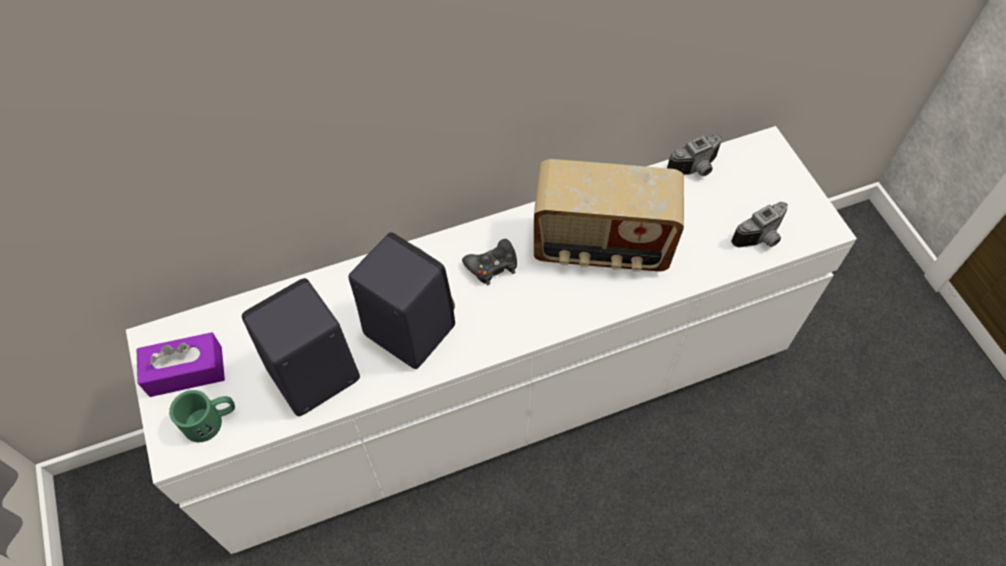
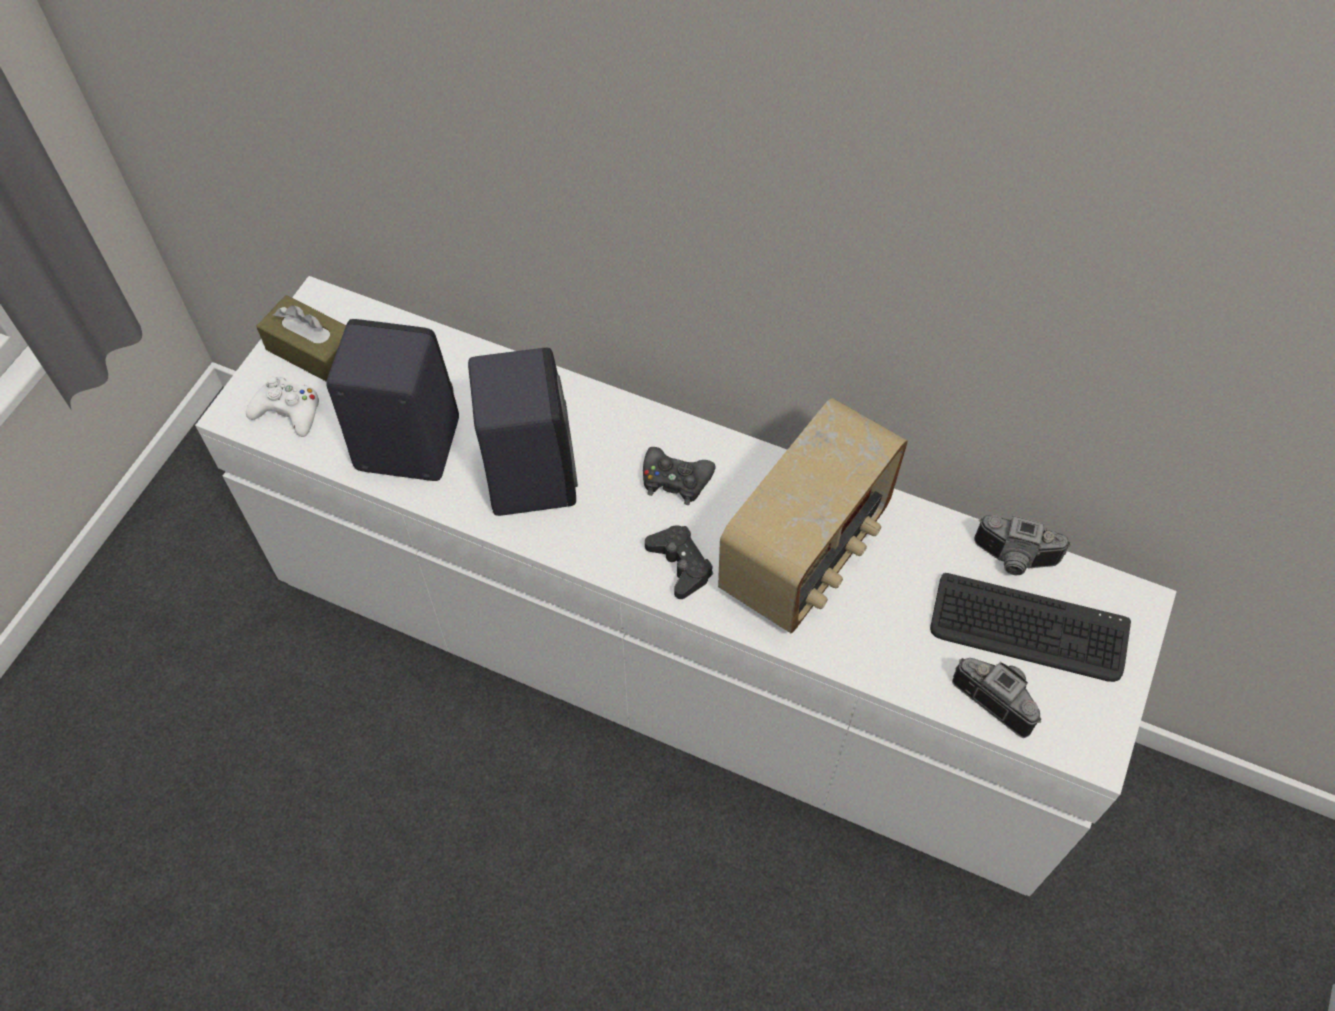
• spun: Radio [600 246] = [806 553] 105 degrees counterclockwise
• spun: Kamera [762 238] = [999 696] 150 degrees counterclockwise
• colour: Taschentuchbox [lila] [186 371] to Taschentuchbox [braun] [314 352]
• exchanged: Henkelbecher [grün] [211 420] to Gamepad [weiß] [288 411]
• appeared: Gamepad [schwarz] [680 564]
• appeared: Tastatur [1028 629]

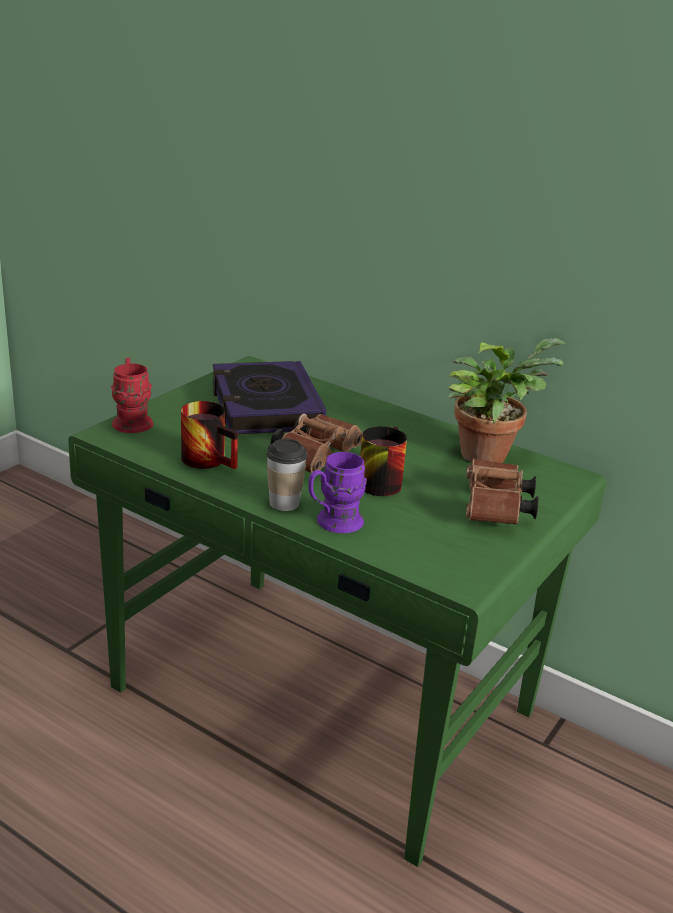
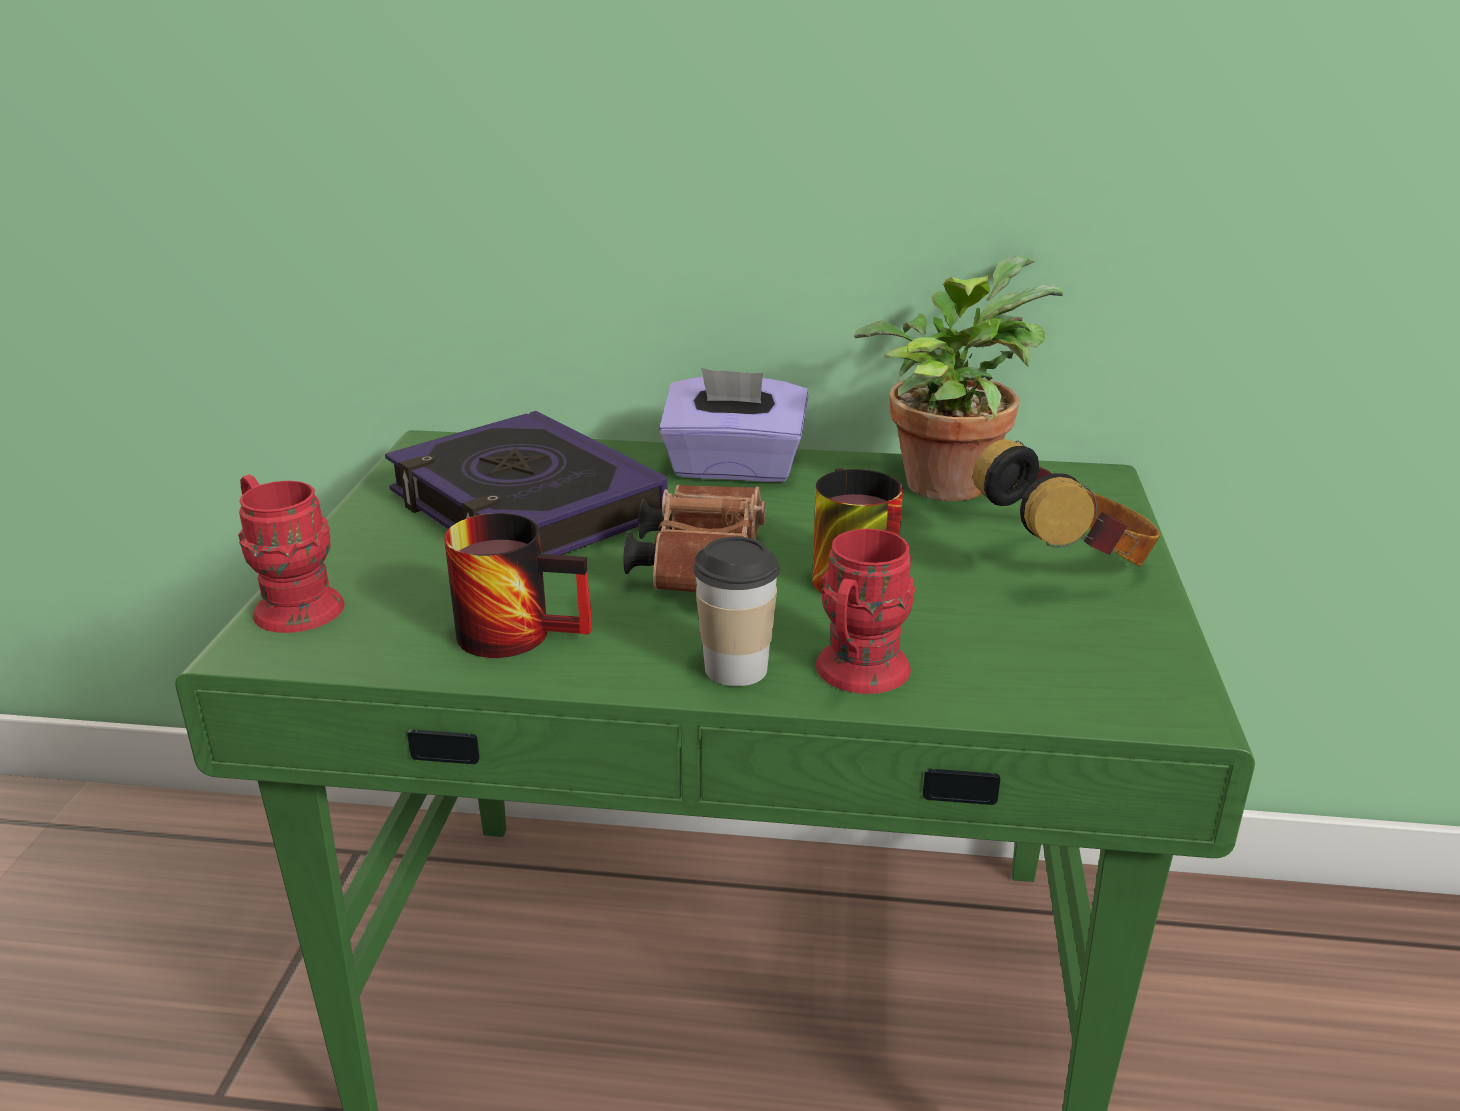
• colour: Henkelbecher [lila] [332 523] to Henkelbecher [rot] [857 676]
• exchanged: Fernglas [braun] [495 510] to Kopfhörer [1067 565]
• appeared: Taschentuchbox [lila] [734 468]

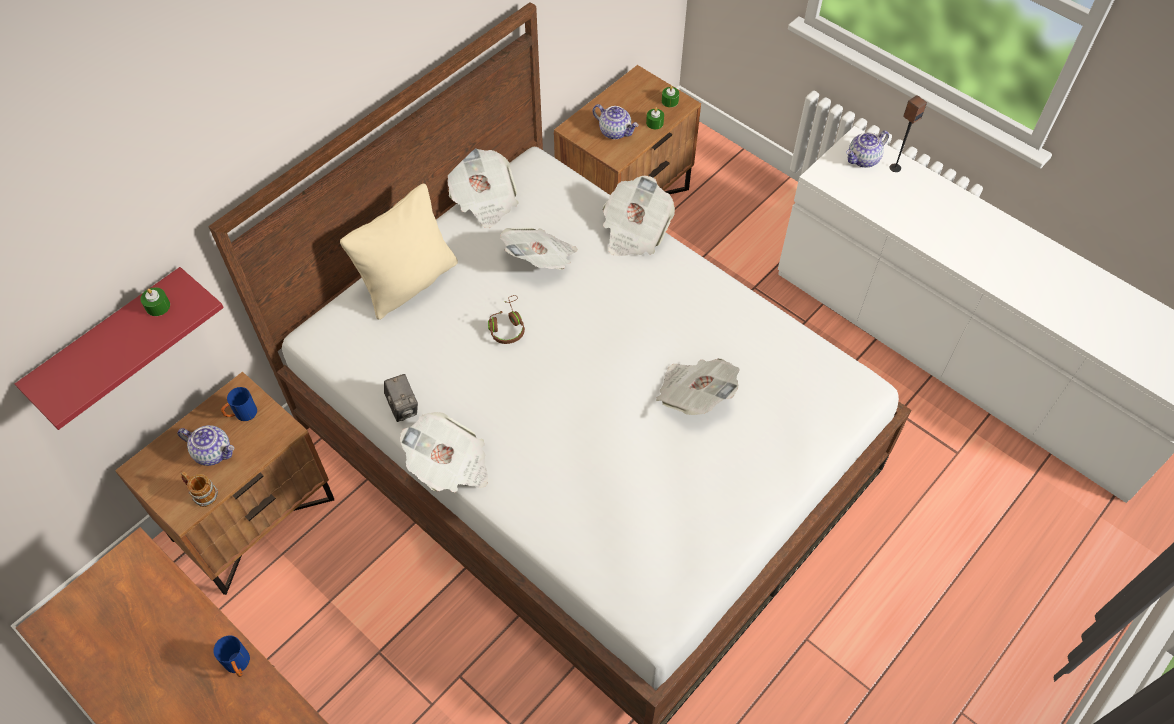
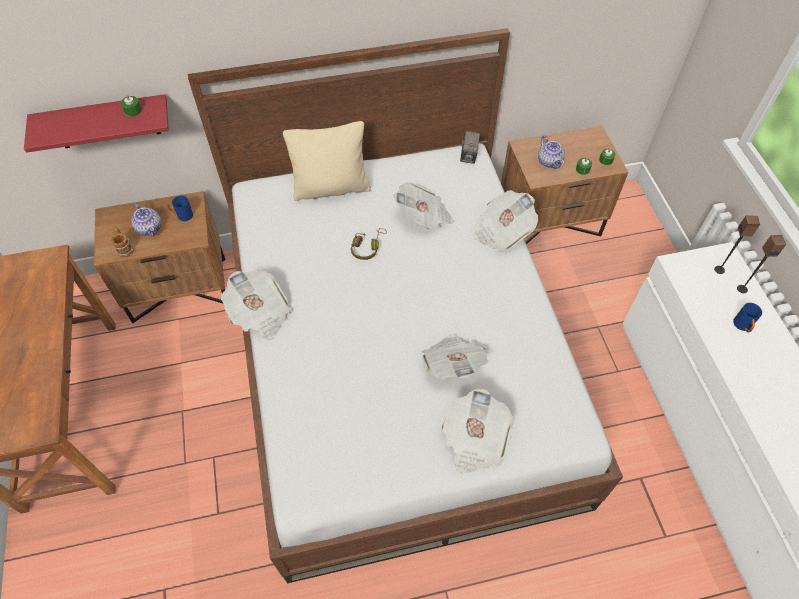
• exchanged: Teekanne [863 160] to Lautsprecher [719 270]
• relocated: Zeitung [484 200] to [474 440]
• relocated: Kamera [403 407] to [469 156]
• relocated: Henkelbecher [blau] [239 665] to [742 327]

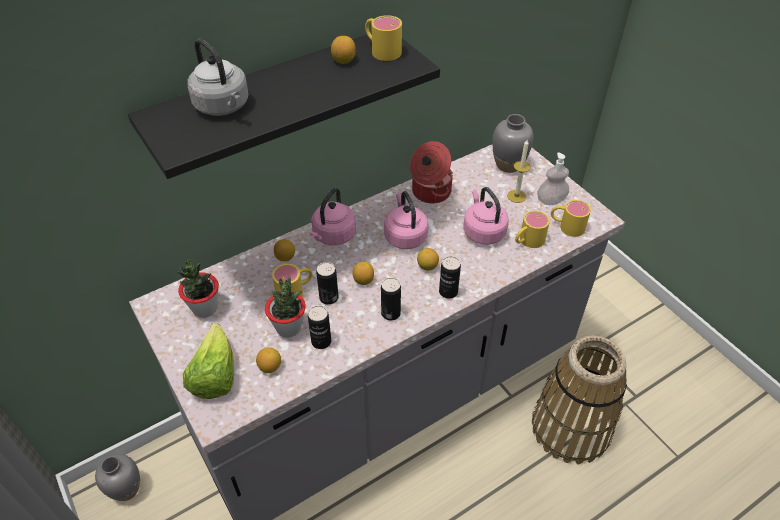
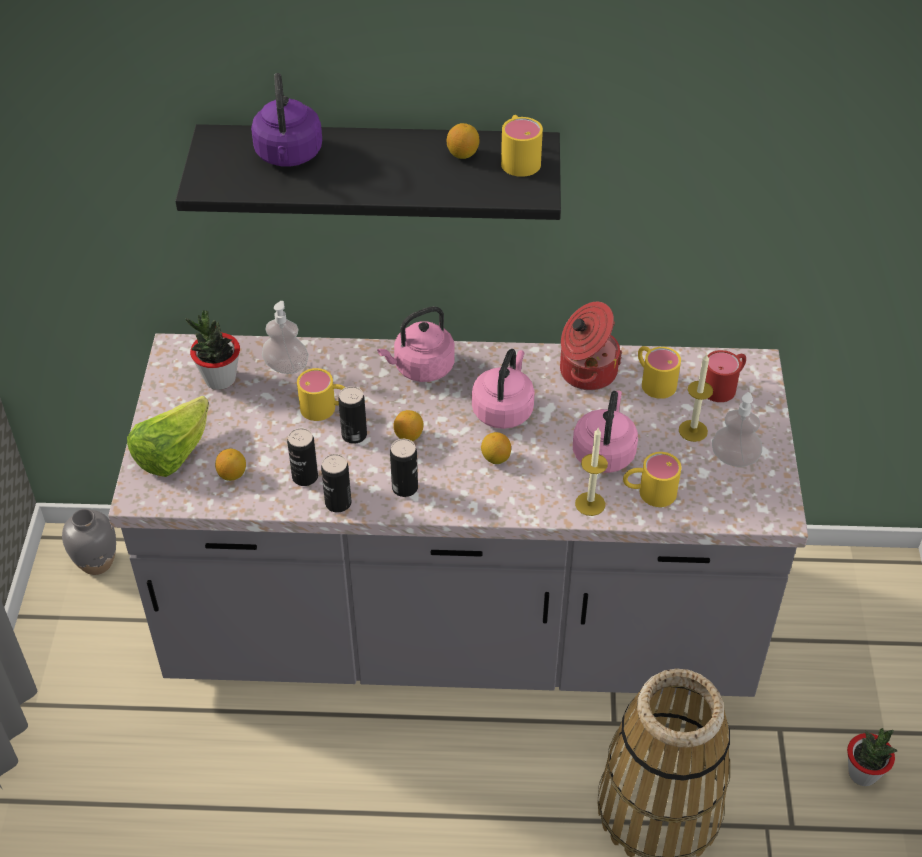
• colour: Wasserkessel [grau] [223 107] to Wasserkessel [lila] [289 156]
• exchanged: Vase [grau] [508 165] to Henkelbecher [rot] [724 385]
• relocated: Henkelbecher [gelb] [566 226] to [653 380]
• missing: Zitrone [285 257]
• relocated: Dose [448 292] to [338 503]
• relocated: Topfpflanze [289 328] to [863 773]
• appeared: Seifenspender [286 367]
• appeared: Kerze [590 504]

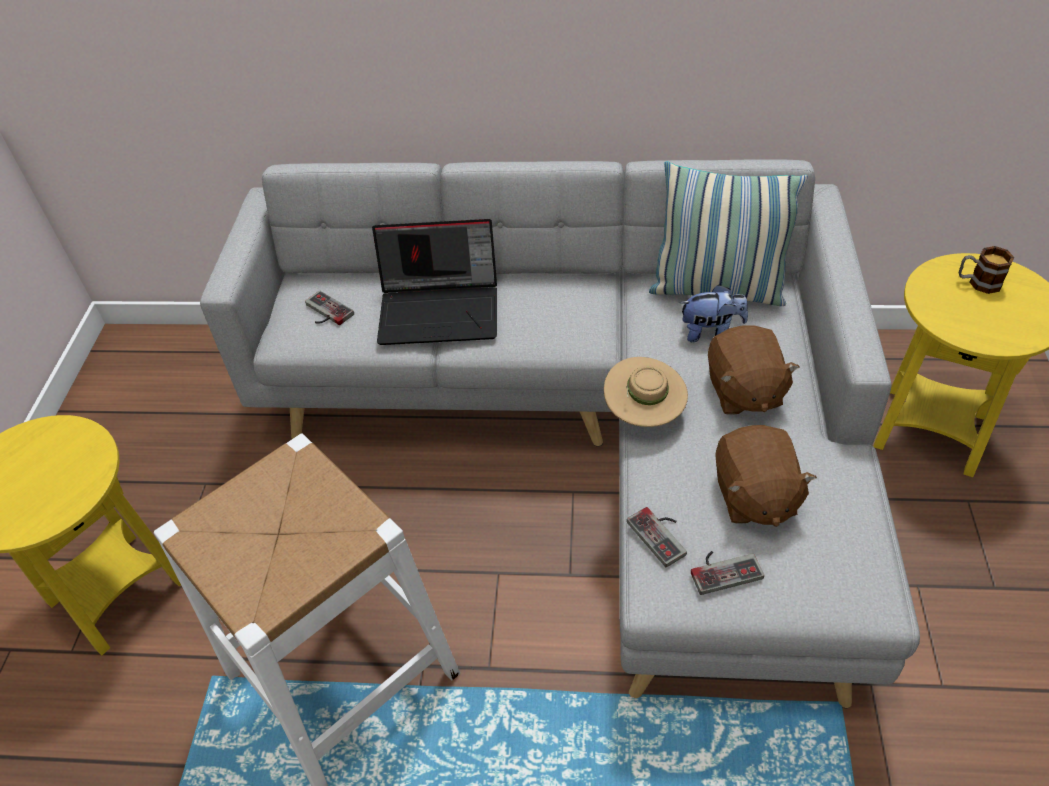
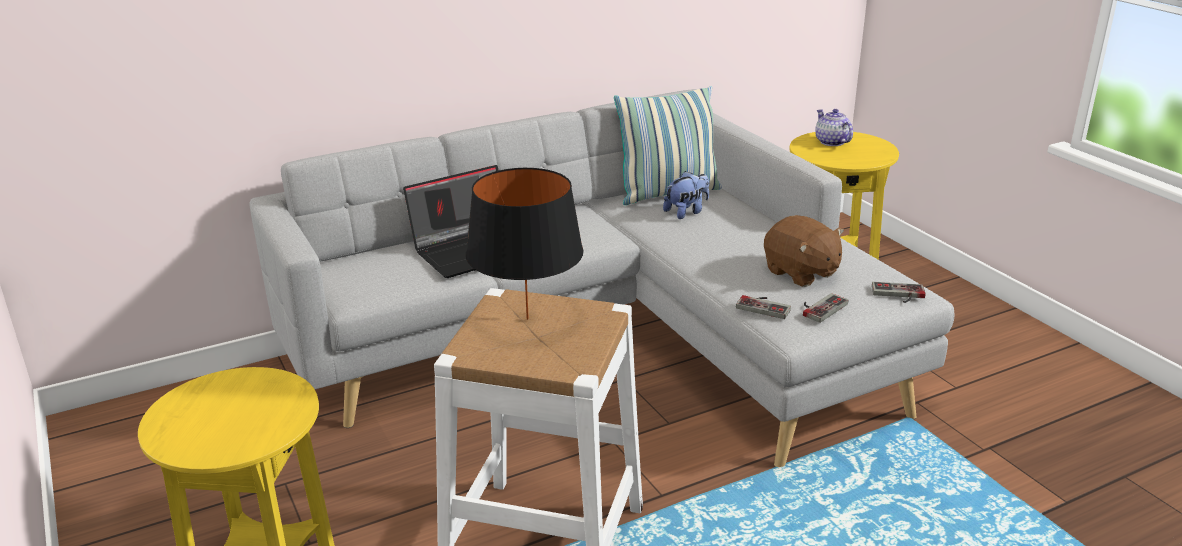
• exchanged: Henkelbecher [978 282] to Teekanne [831 142]
• relocated: Gamepad [325 313] to [898 295]
• missing: Plüschtier [braun] [743 391]
• missing: Hut [beige] [644 413]
• appeared: Tischlampe [schwarz] [527 319]

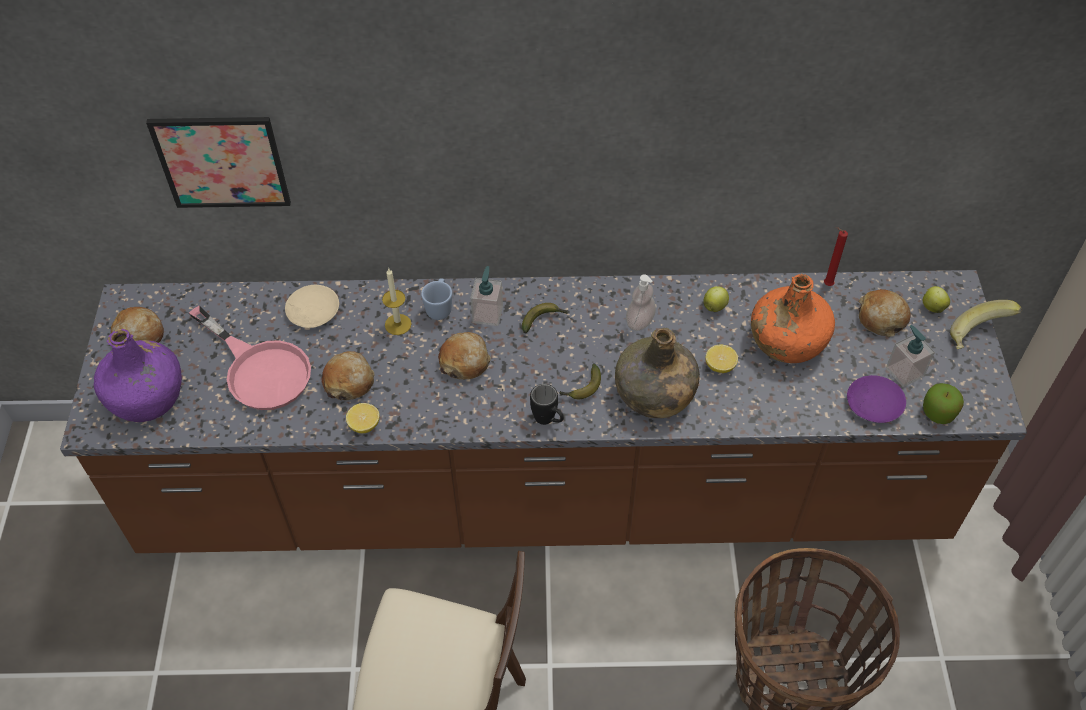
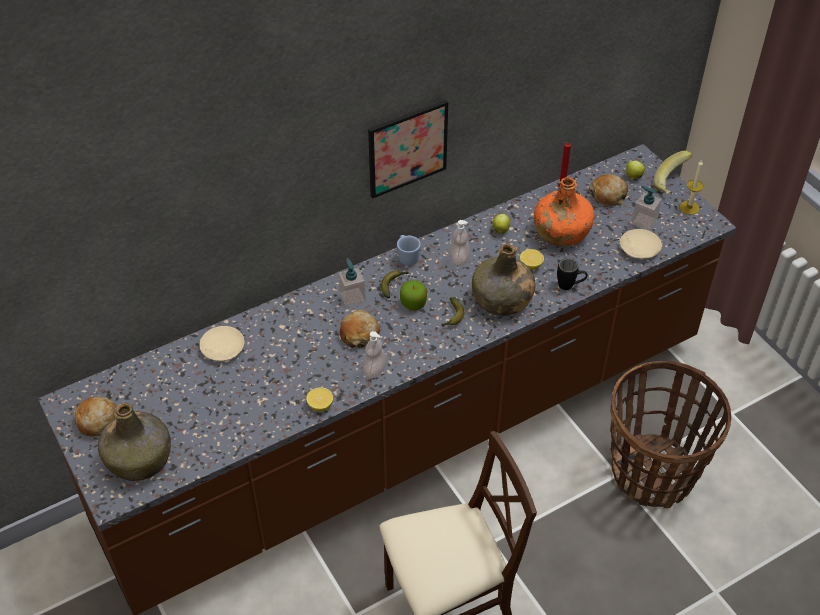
• relocated: Bild [221 162] to [407 148]
• relocated: Kerze [398 324] to [689 207]
• relocated: Henkelbecher [blau] [440 307] to [407 257]
• missing: Pfanne [rosa] [260 369]
• colour: Flasche [lila] [147 396] to Flasche [grün] [140 459]
• missing: Brot [349 381]
• colour: Teller [lila] [873 404] to Teller [beige] [639 248]
• relocated: Apfel [938 412] to [413 303]
• relocated: Henkelbecher [schwarz] [548 421] to [570 286]
• appeared: Seifenspender [374 370]

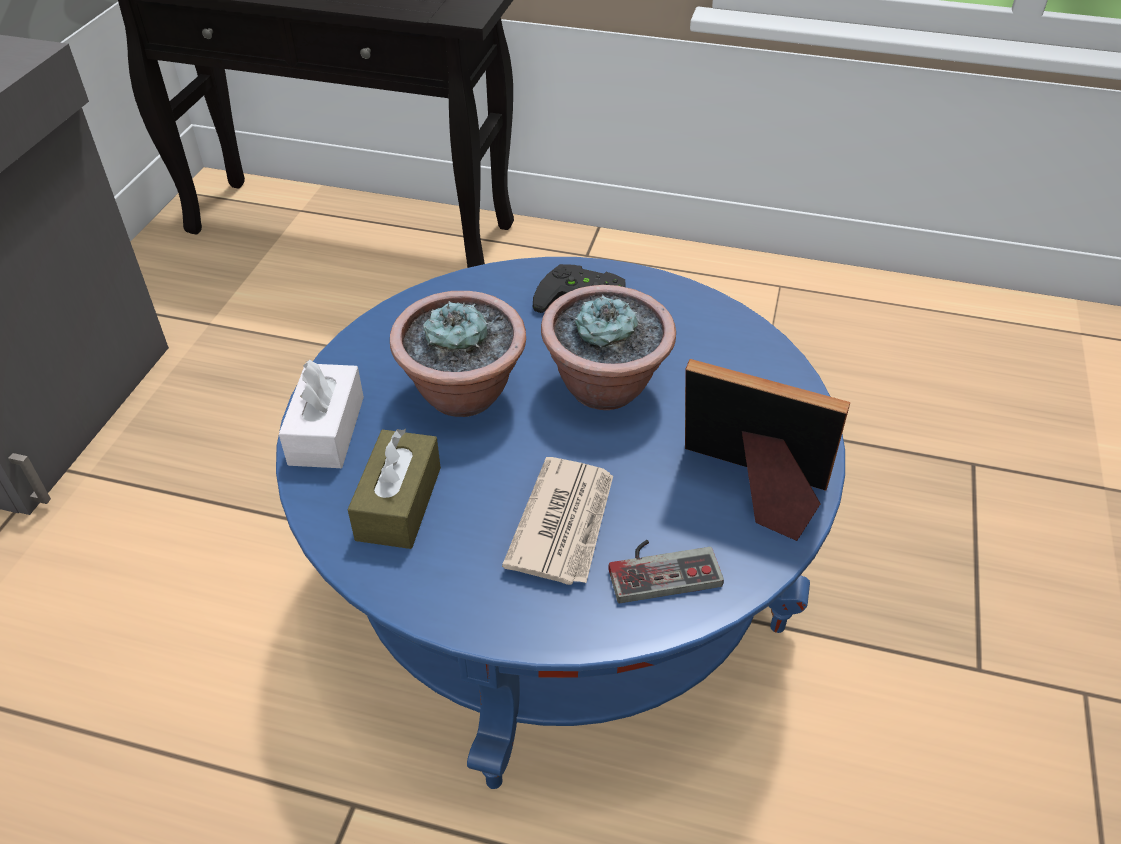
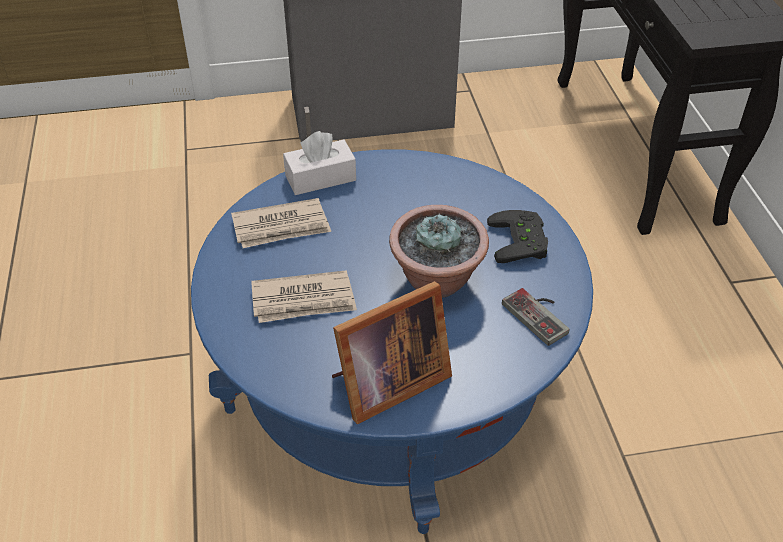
• missing: Topfpflanze [464 394]
• spun: Bilderrahmen [753 489] = [386 384] 60 degrees clockwise
• exchanged: Taschentuchbox [braun] [399 503] to Zeitung [281 227]
• relocated: Gamepad [661 567] to [541 314]

